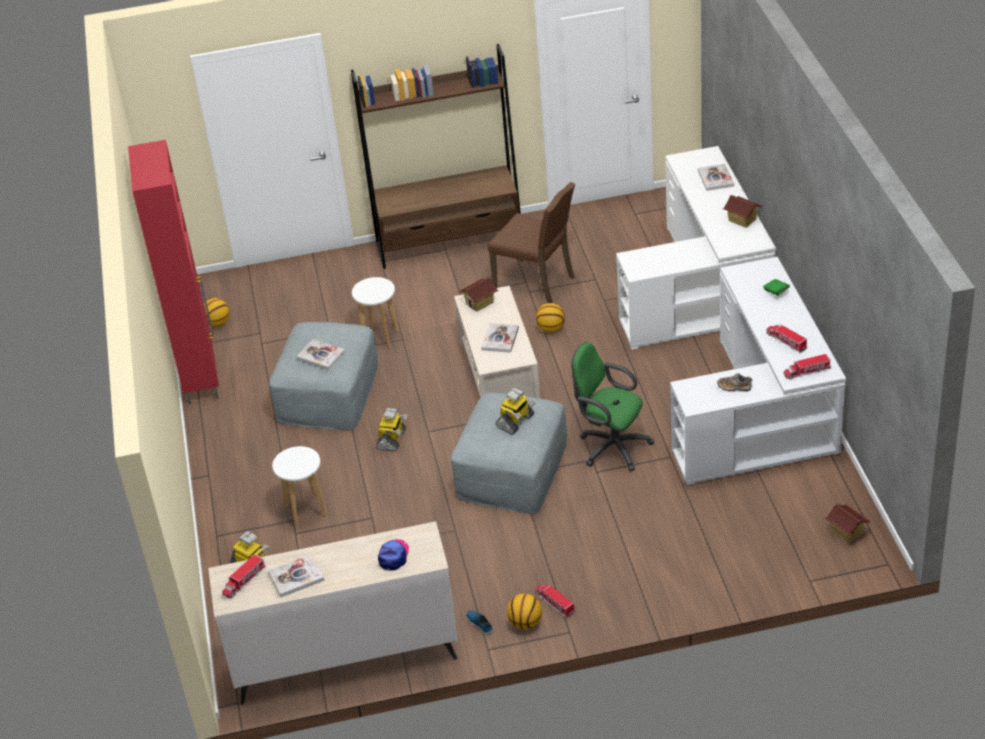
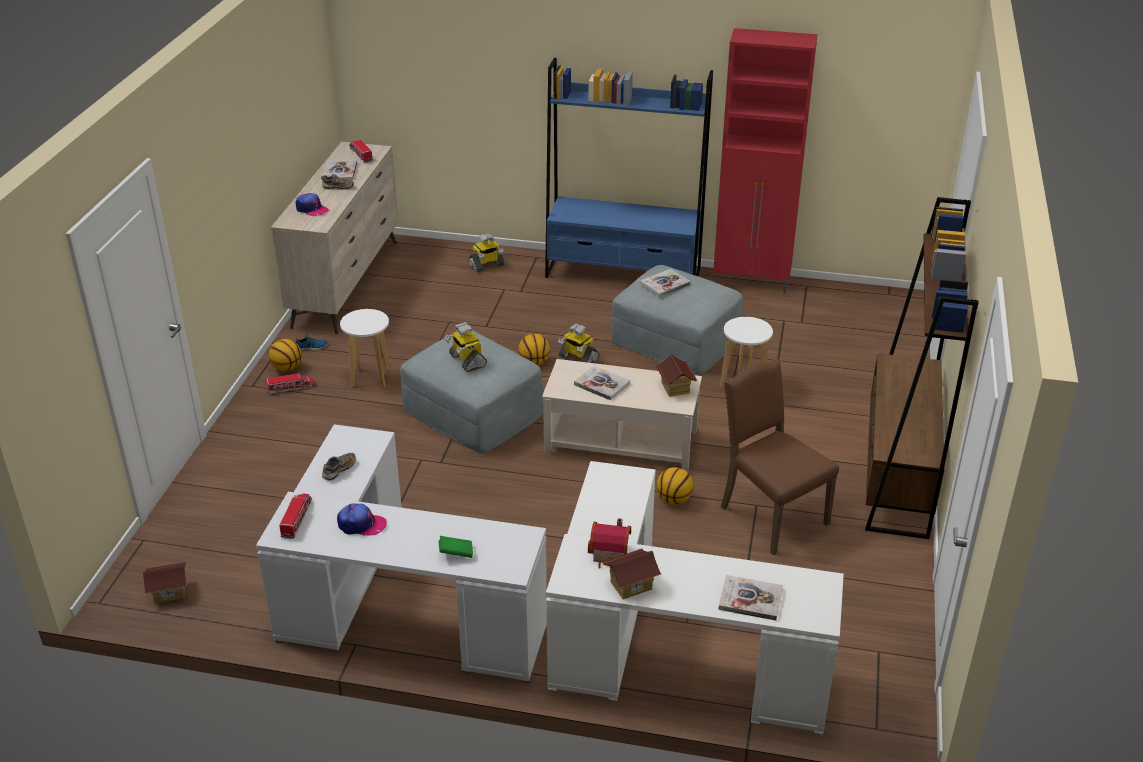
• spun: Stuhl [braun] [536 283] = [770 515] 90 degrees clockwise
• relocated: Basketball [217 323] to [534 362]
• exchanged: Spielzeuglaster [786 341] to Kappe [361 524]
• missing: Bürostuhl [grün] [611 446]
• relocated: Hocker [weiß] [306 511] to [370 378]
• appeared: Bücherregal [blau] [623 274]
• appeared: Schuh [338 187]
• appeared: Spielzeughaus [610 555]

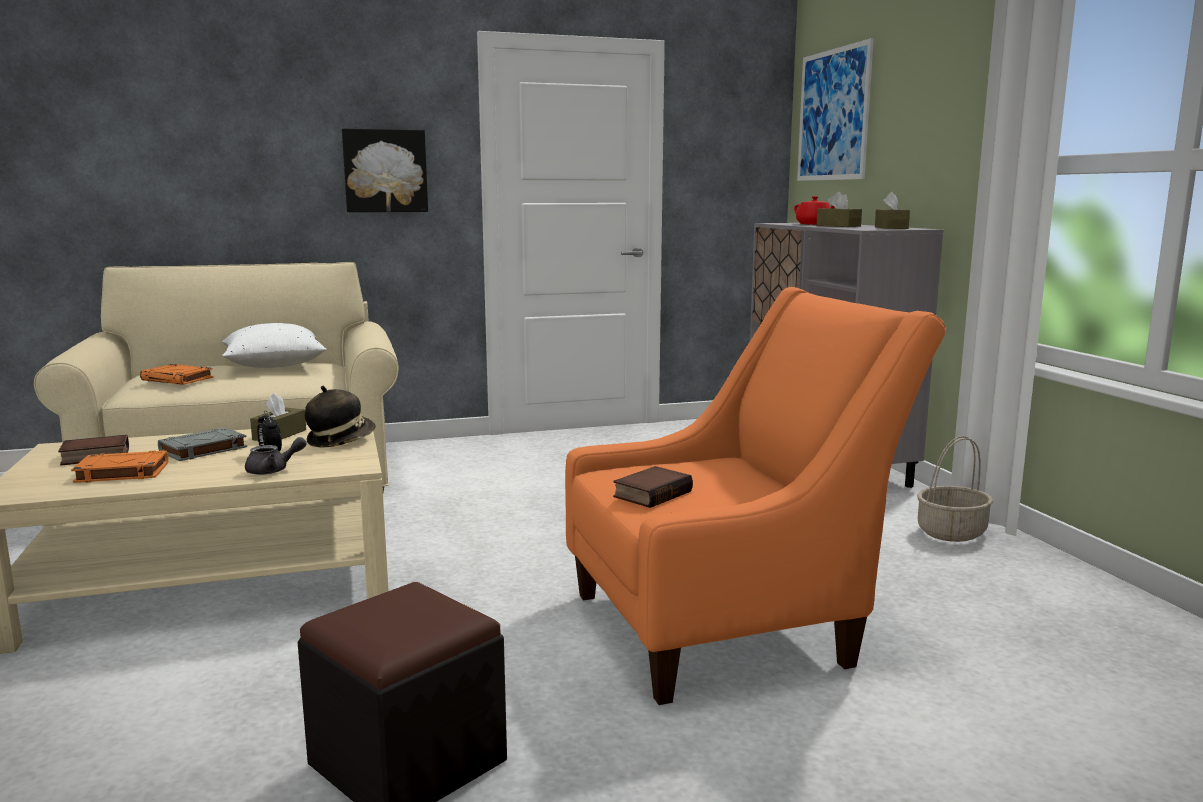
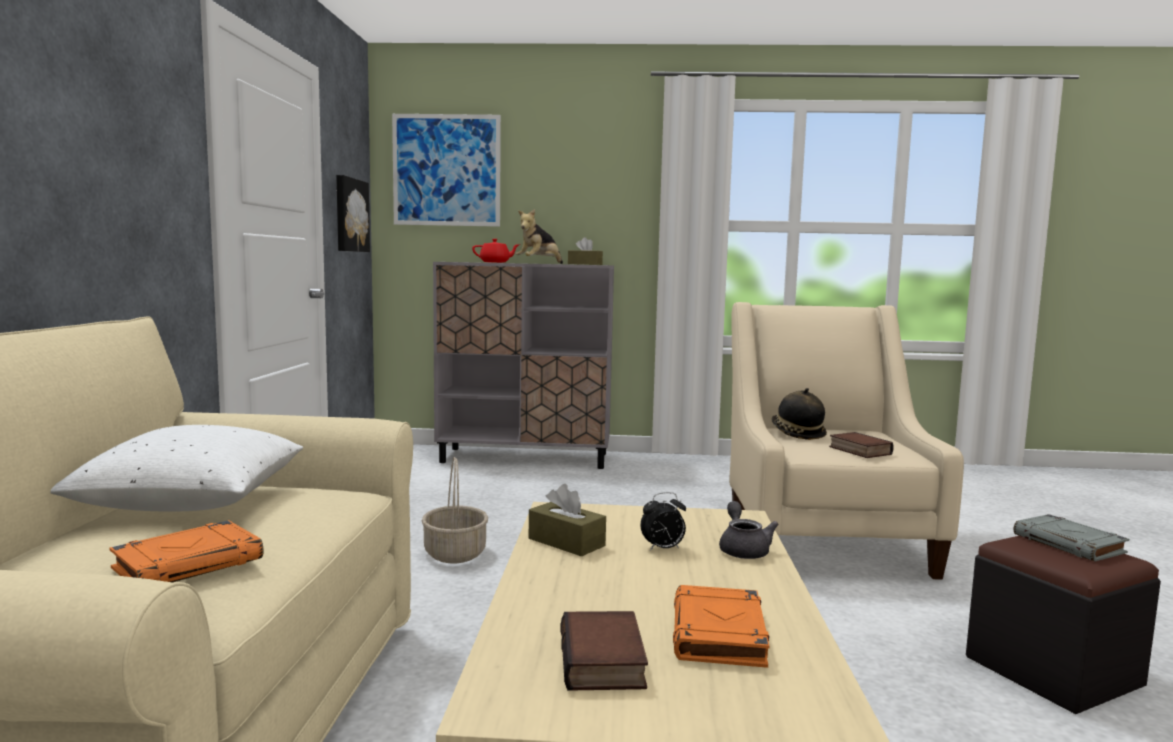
• relocated: Bild [385 171] to [350 215]
• exchanged: Taschentuchbox [braun] [838 226] to Plüschtier [539 263]
• colour: Sessel [orange] [729 625] to Sessel [beige] [823 541]
• relocated: Hut [341 440] to [797 434]
• relocated: Buch [grau] [202 450] to [1070 544]
• relocated: Korb [951 532] to [454 553]

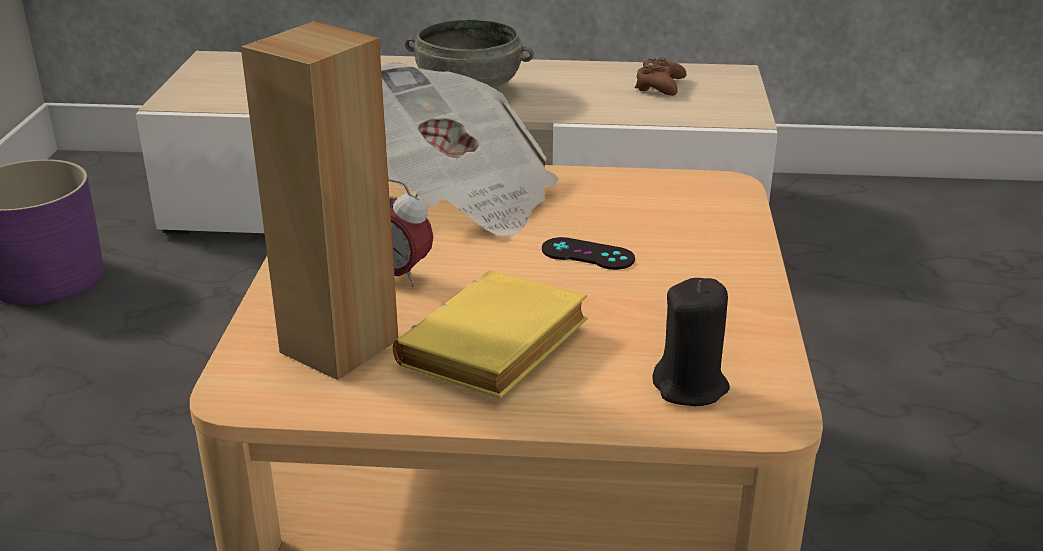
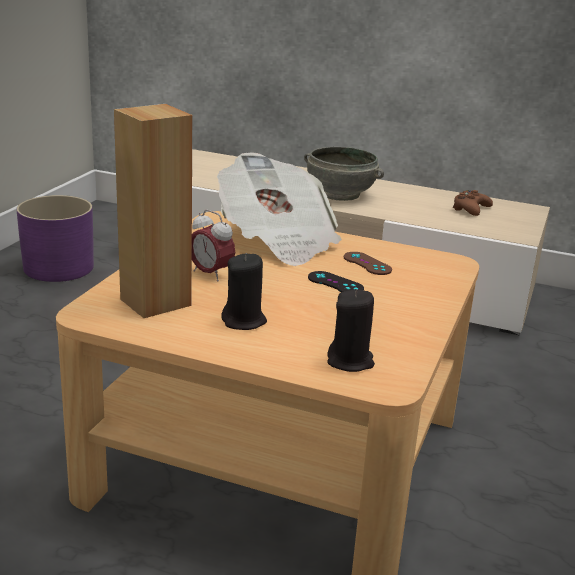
• exchanged: Buch [gelb] [495 351] to Kerze [schwarz] [244 321]
• appeared: Gamepad [braun] [367 264]

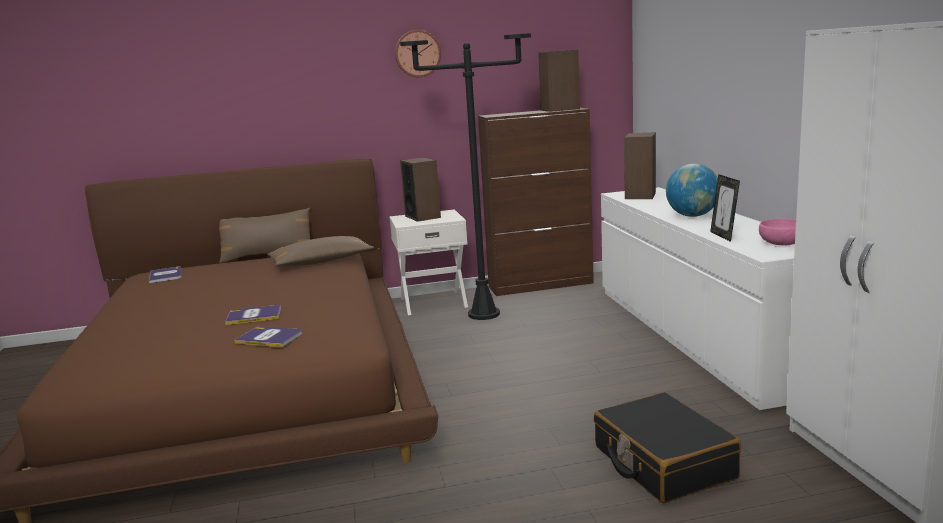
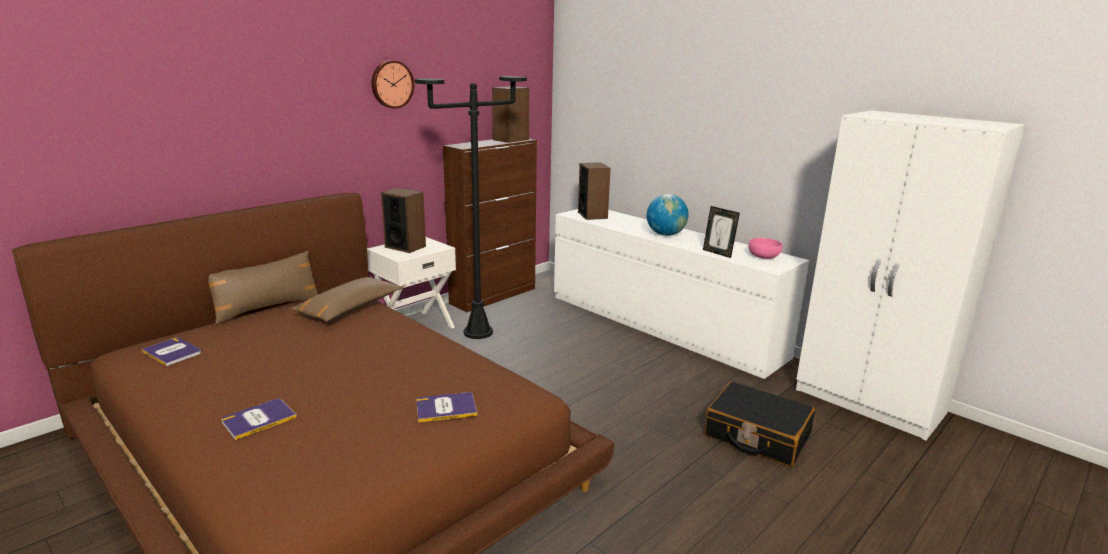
• relocated: Buch [254 316] to [258 419]

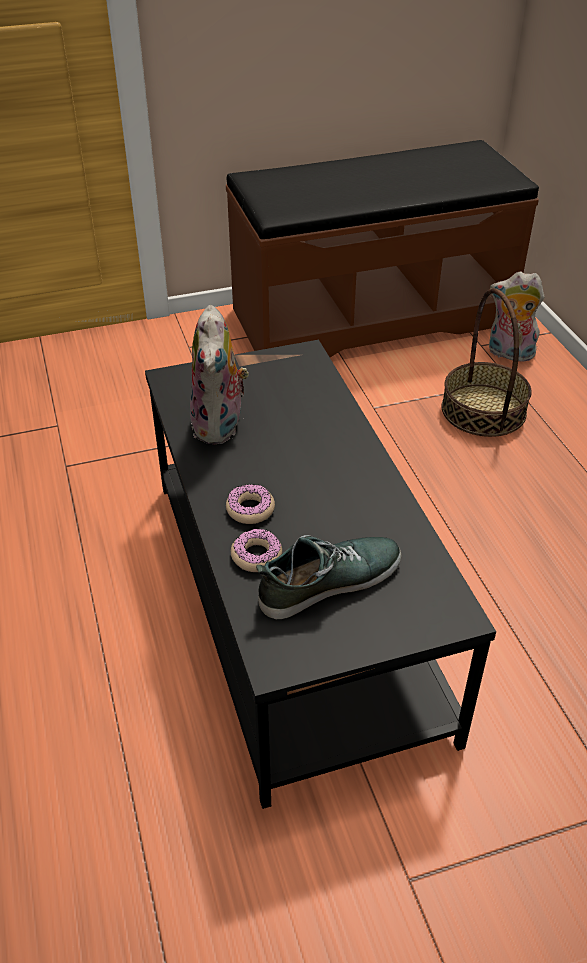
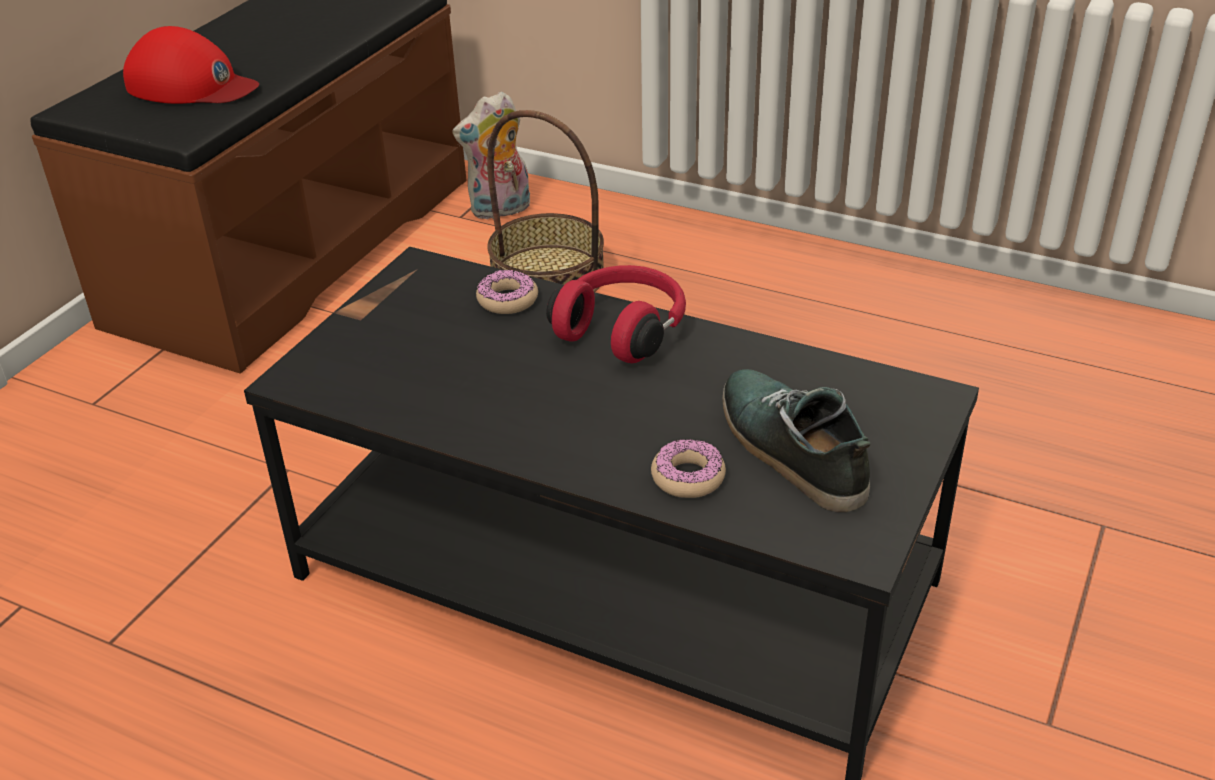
• missing: Plüschtier [221 426]
• relocated: Donut [250 509] to [507 300]
• spun: Schuh [328 581] = [789 449] 45 degrees counterclockwise
• appeared: Kappe [rot] [191 86]
• appeared: Kopfhörer [rot] [623 330]

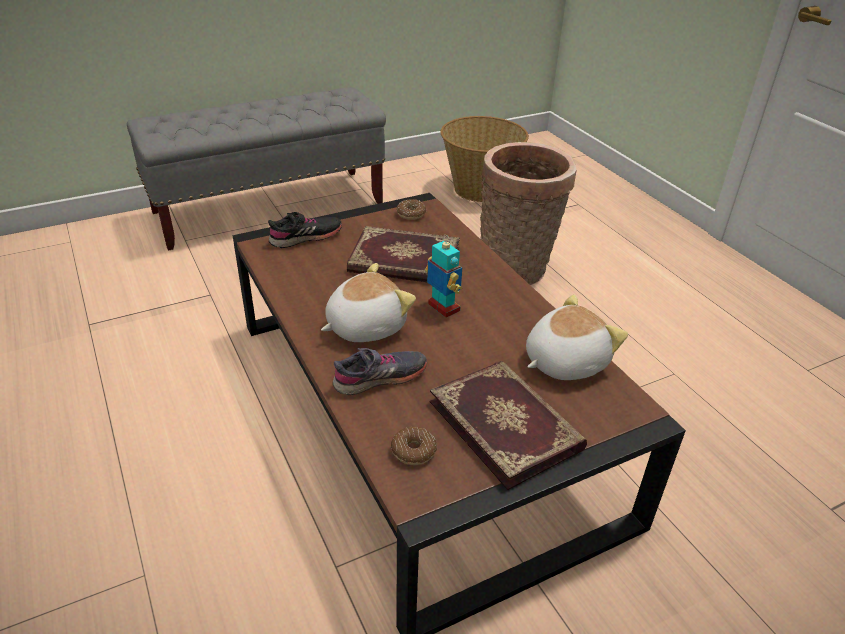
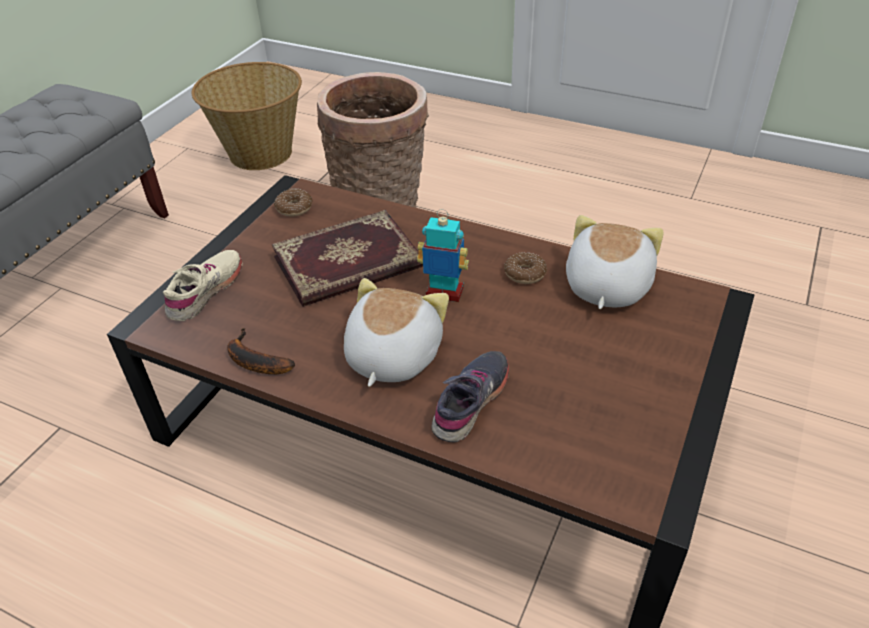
• colour: Schuh [schwarz] [306 237] to Schuh [beige] [206 291]
• missing: Buch [506 424]
• relocated: Donut [413 451] to [525 274]
• appeared: Banane [253 361]

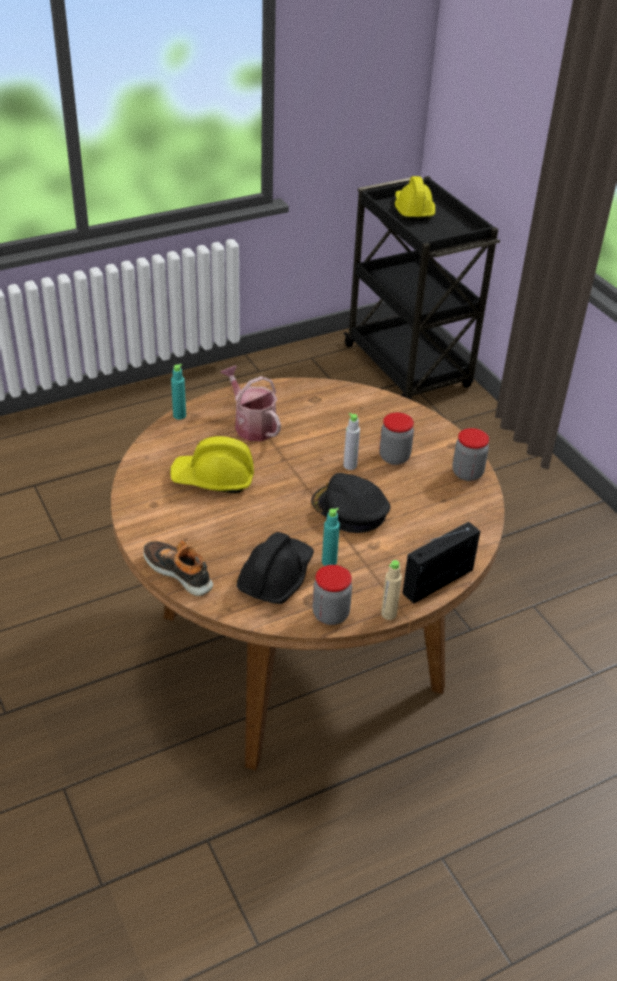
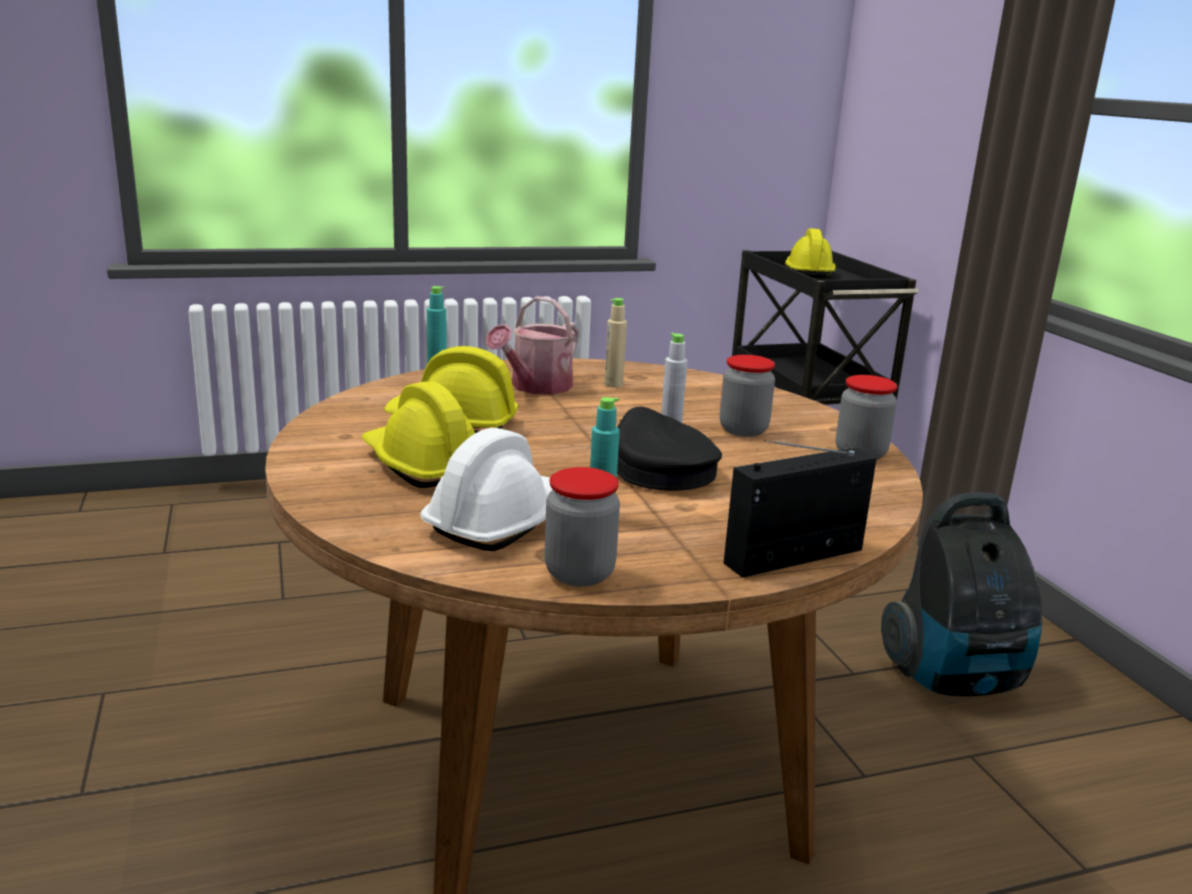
• spun: Gießkanne [251 425] = [536 387] 120 degrees counterclockwise
• colour: Schutzhelm [schwarz] [276 576] to Schutzhelm [weiß] [500 521]
• missing: Schuh [179 572]
• relocated: Flasche [beige] [388 614] to [613 385]
• appeared: Schutzhelm [gelb] [422 465]
• appeared: Staubsauger [955 679]

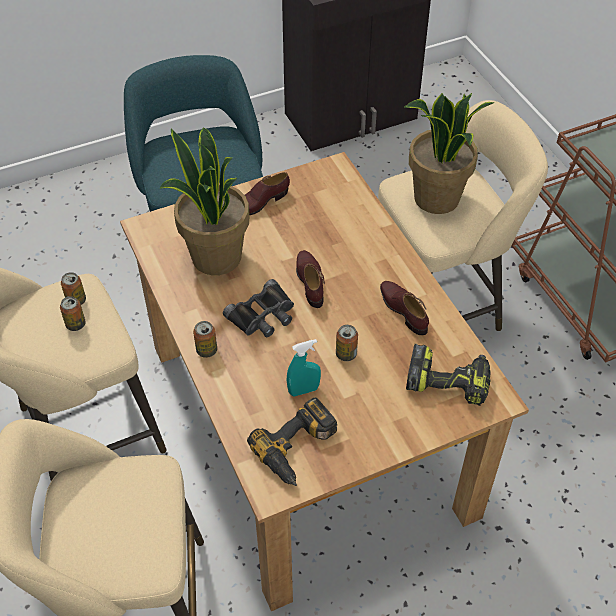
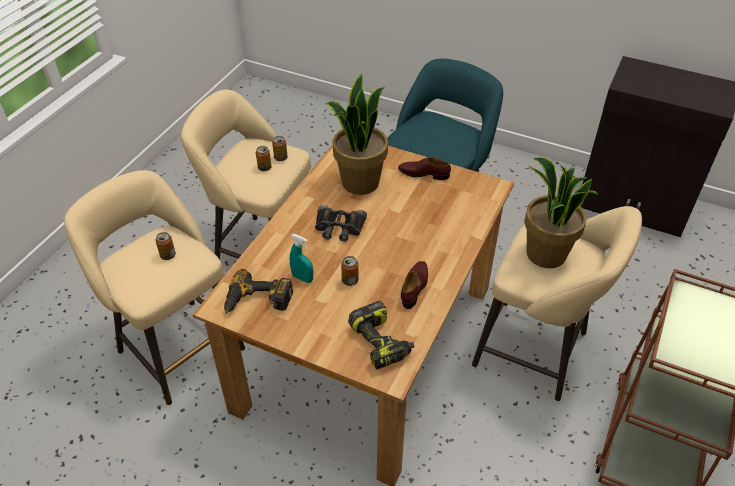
• missing: Schuh [braun] [310 281]
• relocated: Dose [206 350] to [168 255]

